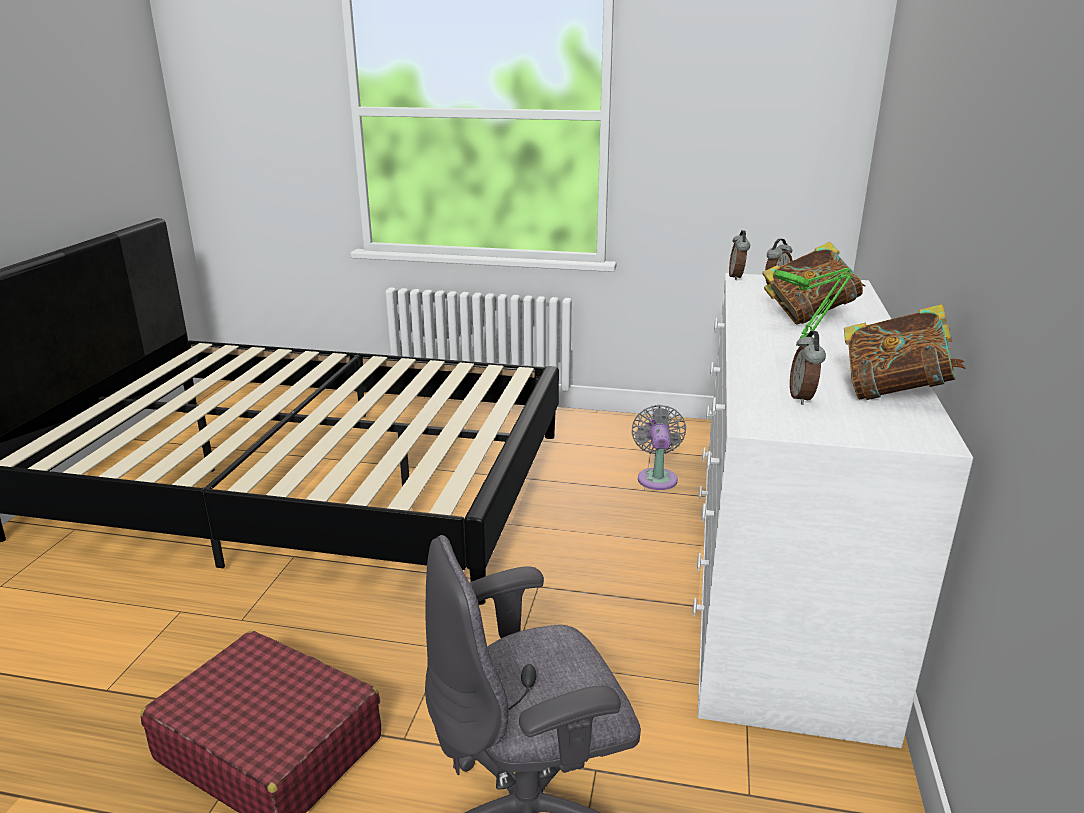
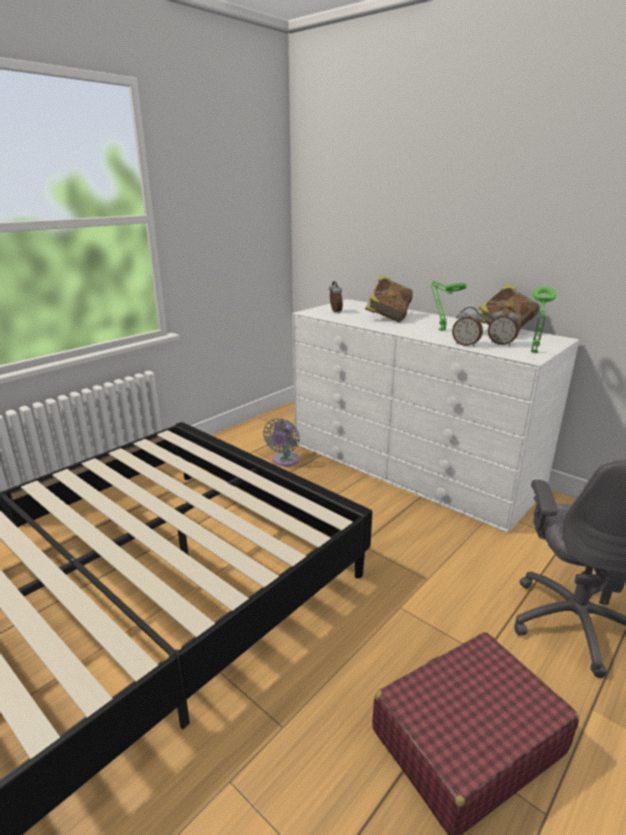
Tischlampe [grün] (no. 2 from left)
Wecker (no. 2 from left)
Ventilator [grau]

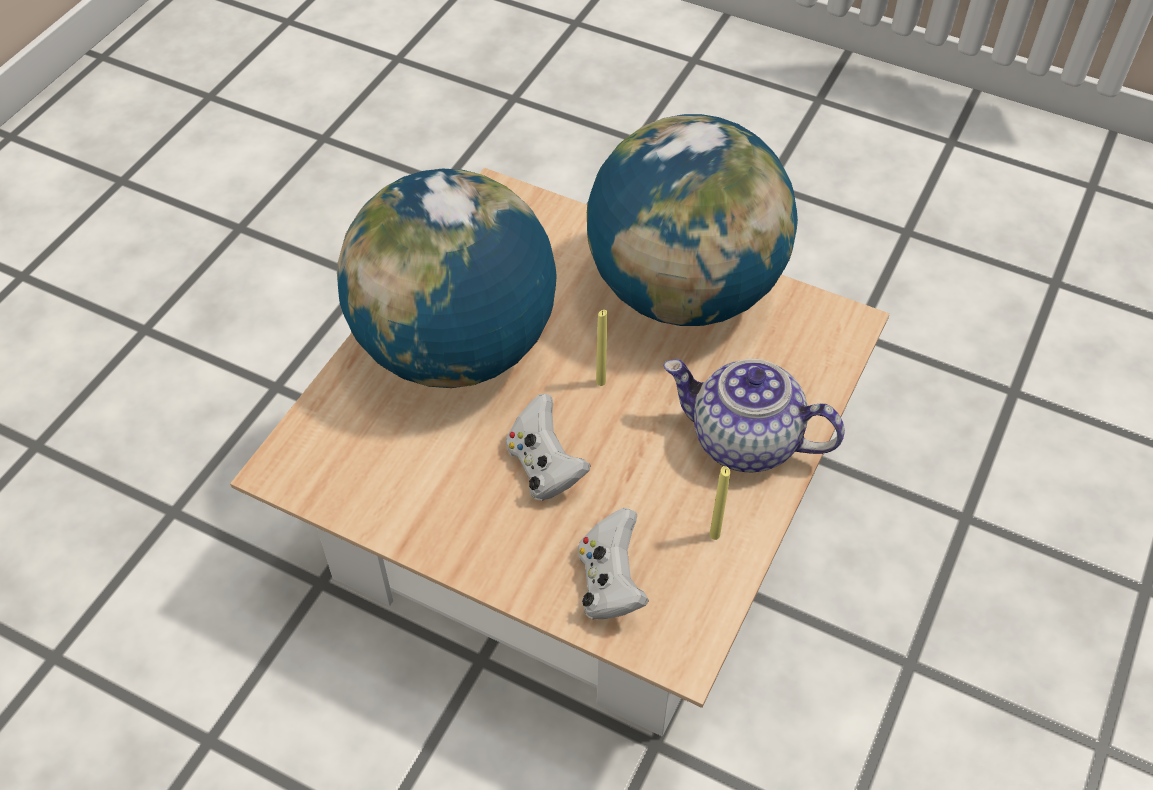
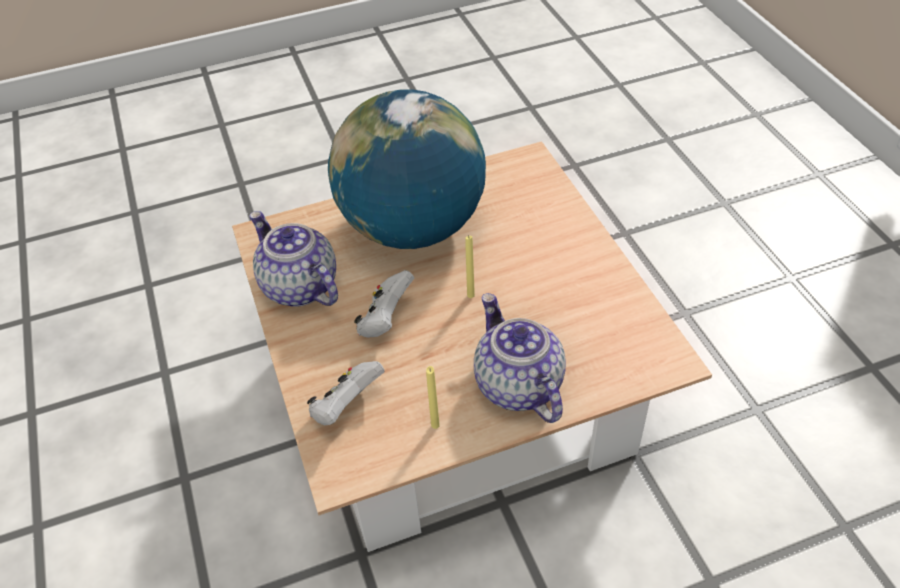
Globus (no. 2 from left in the first image)
Teekanne (no. 1 from left)

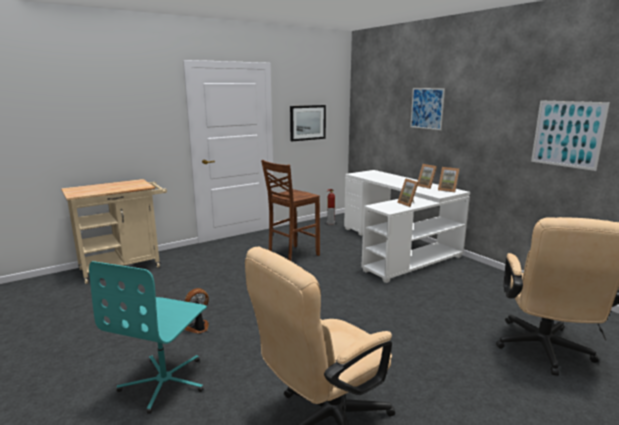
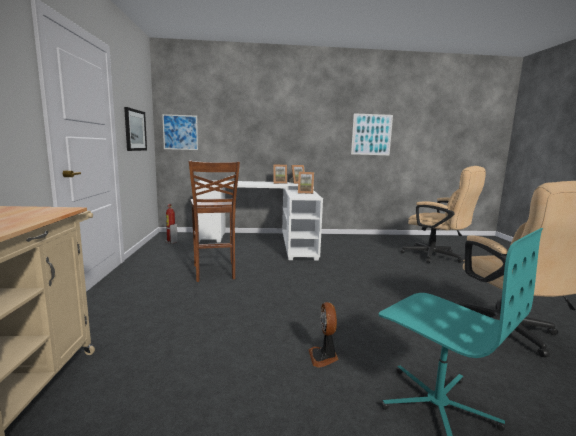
Bild (no. 2 from left)

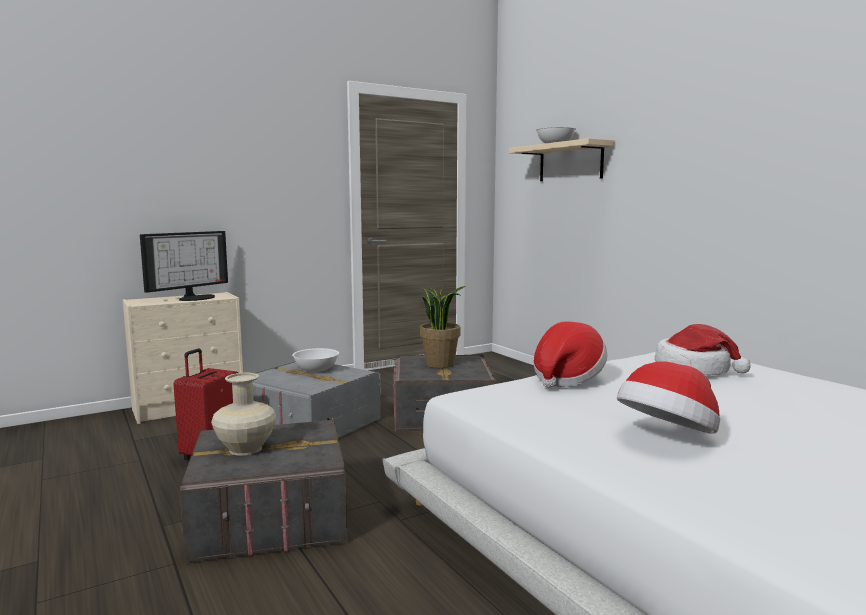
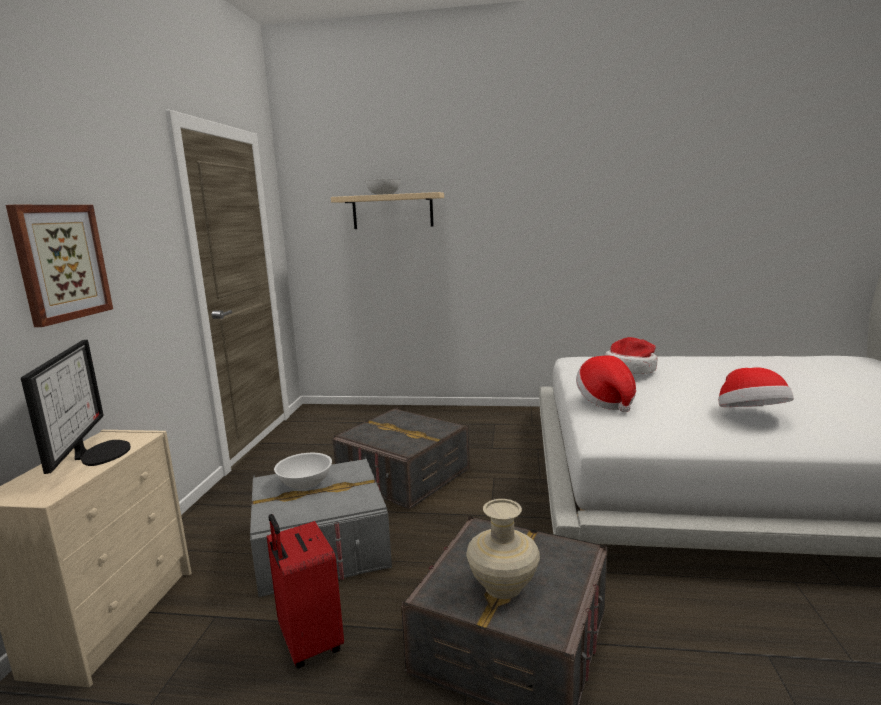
Topfpflanze
Bild

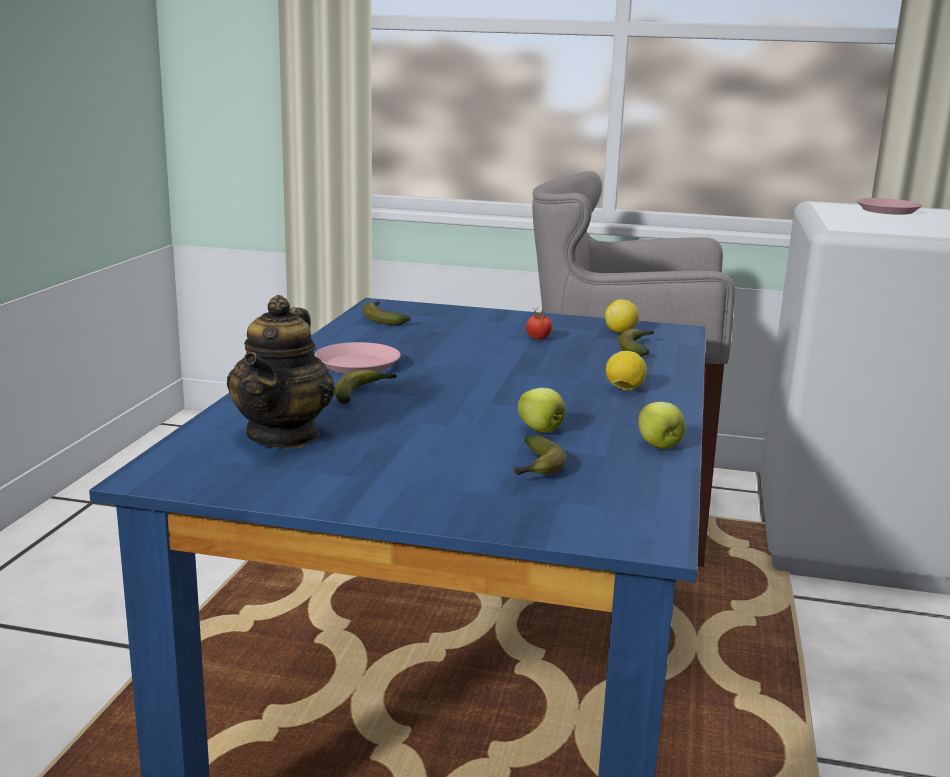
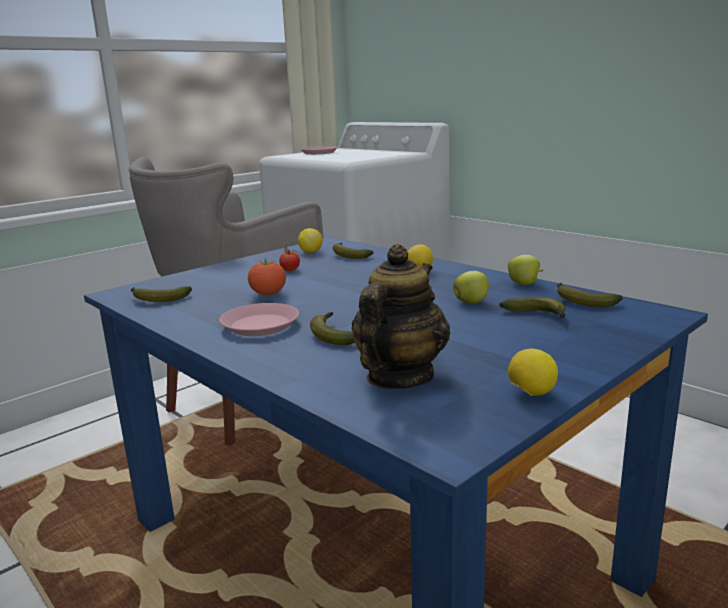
Tomate (no. 1 from left)
Zitrone (no. 3 from left)
Banane (no. 5 from left)
Teekanne

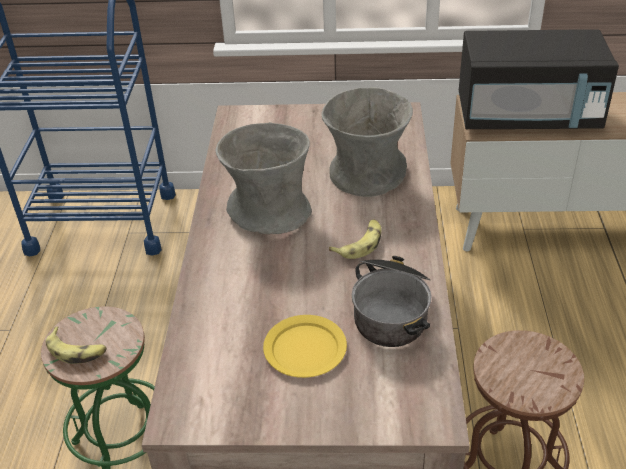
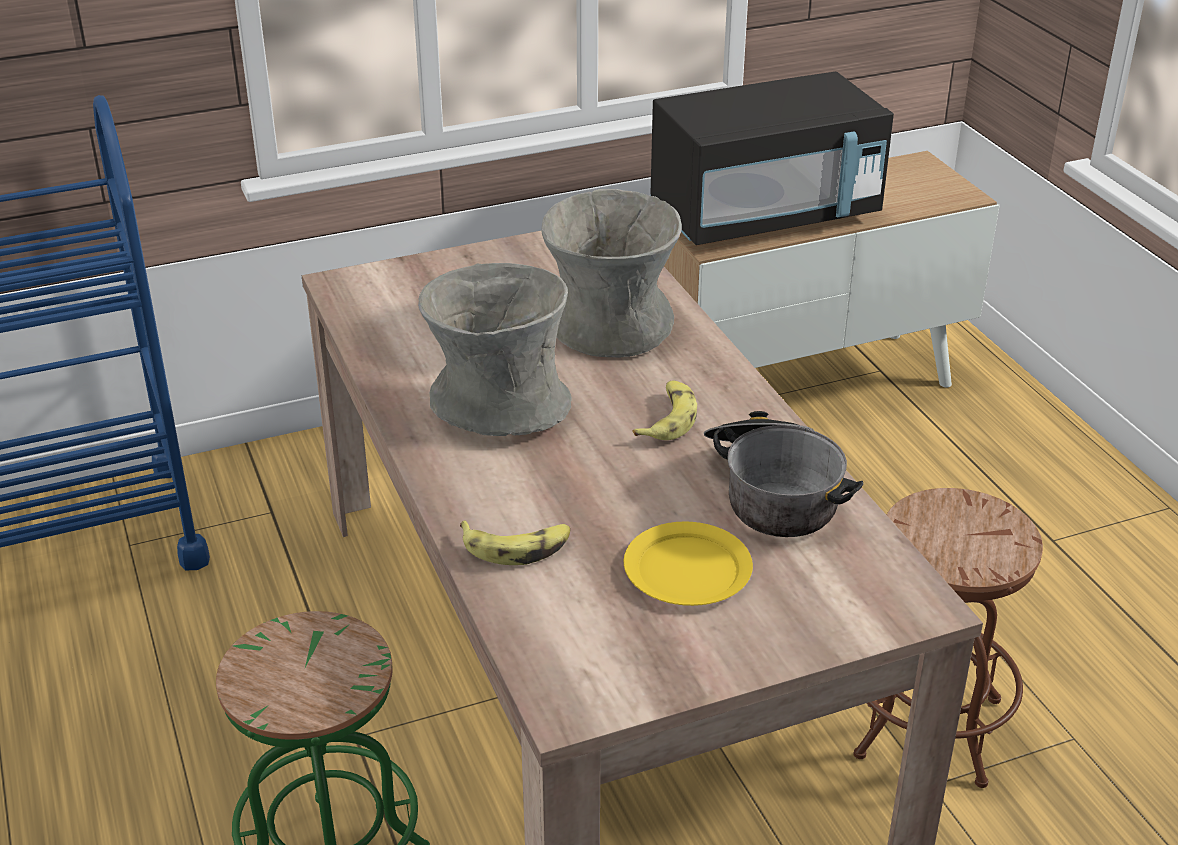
Banane (no. 1 from left)

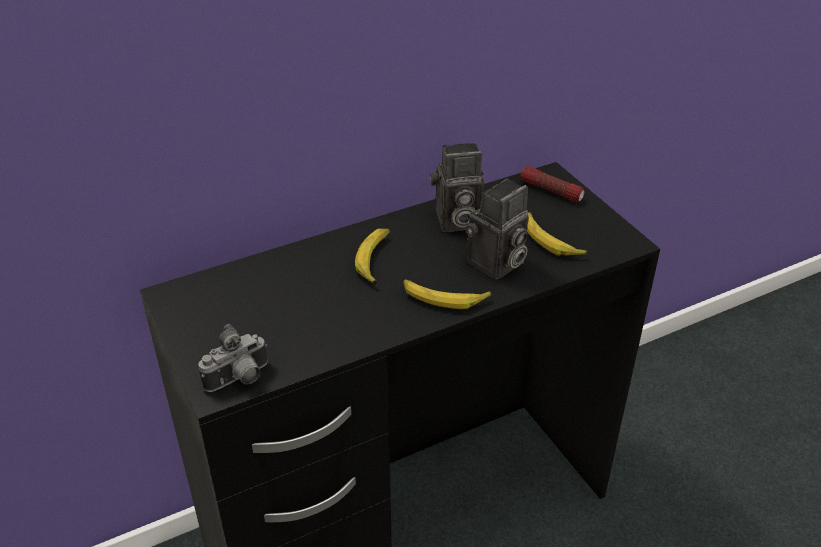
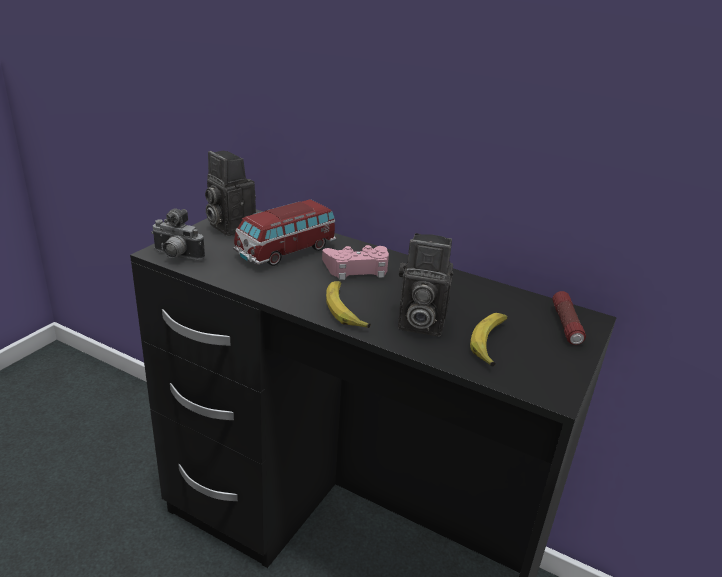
Spielzeugauto
Kamera (no. 2 from left)
Gamepad [rosa]

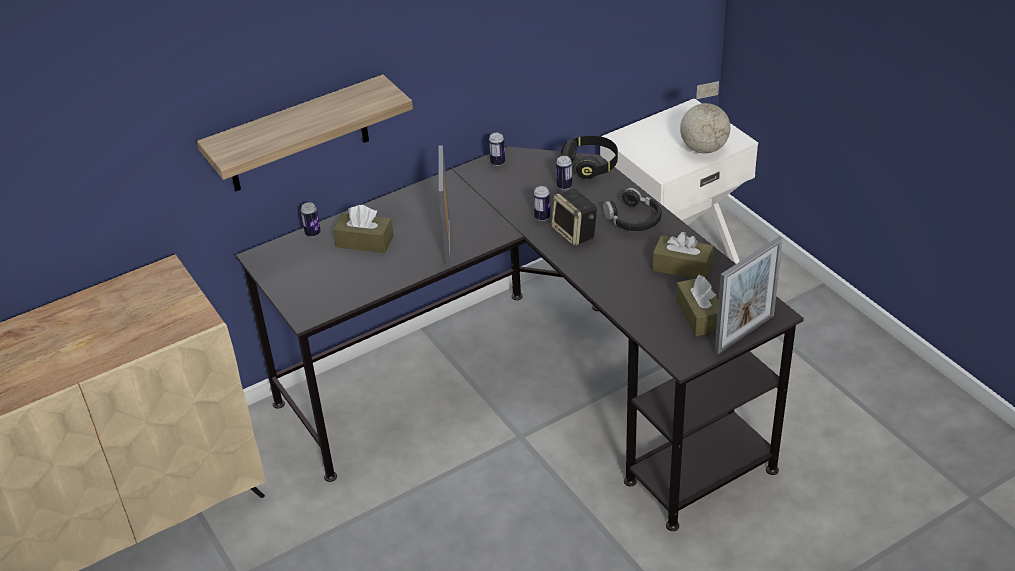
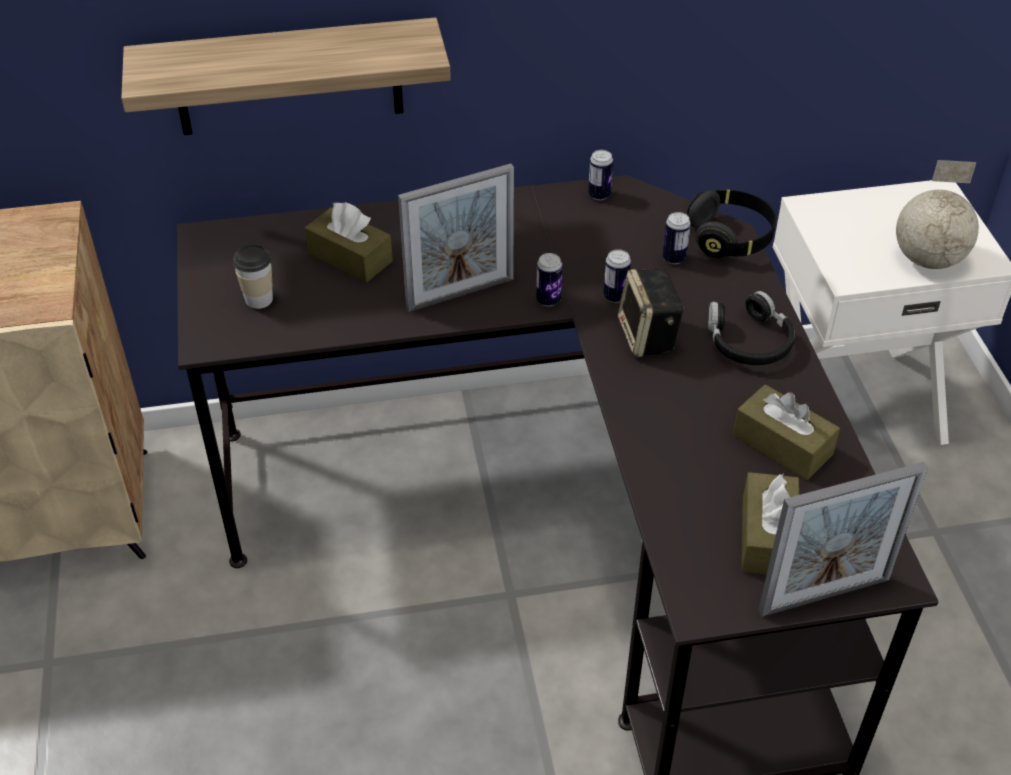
Tasse
Dose (no. 1 from left)
Bilderrahmen (no. 1 from left)

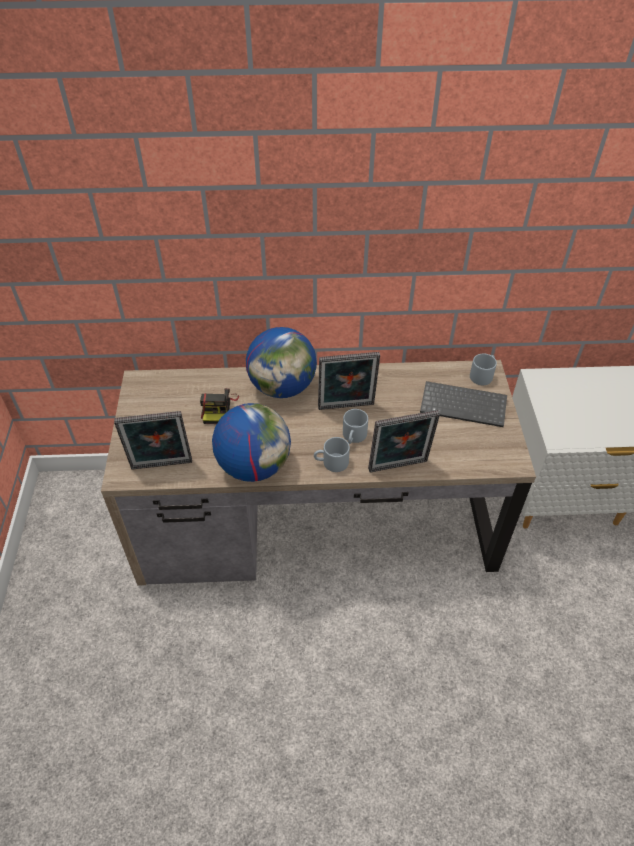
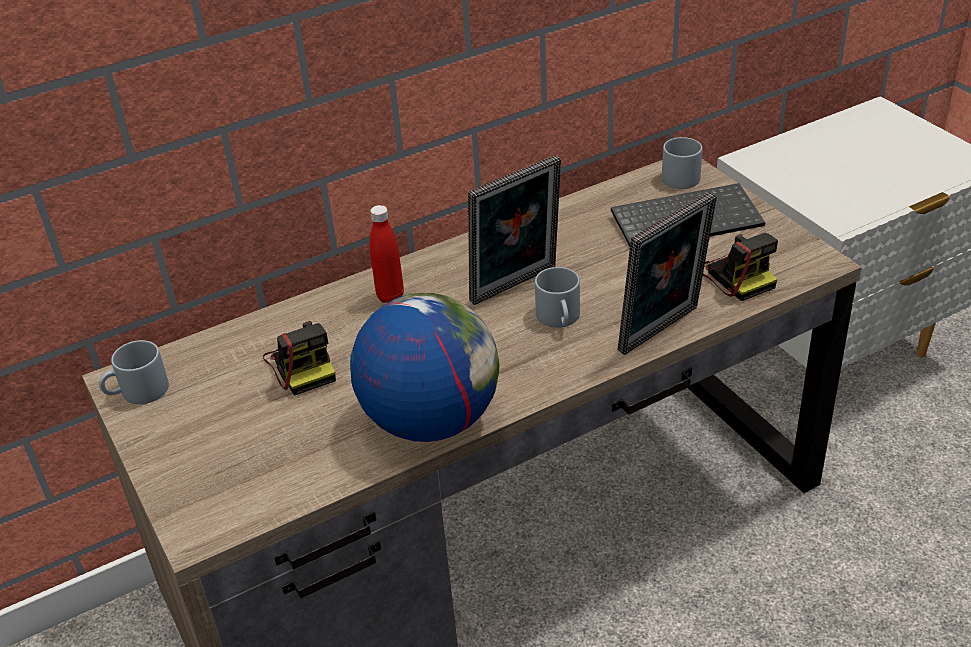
Bilderrahmen (no. 1 from left in the first image)
Kamera (no. 2 from left)
Henkelbecher [grau] (no. 1 from left)
Flasche [rot]

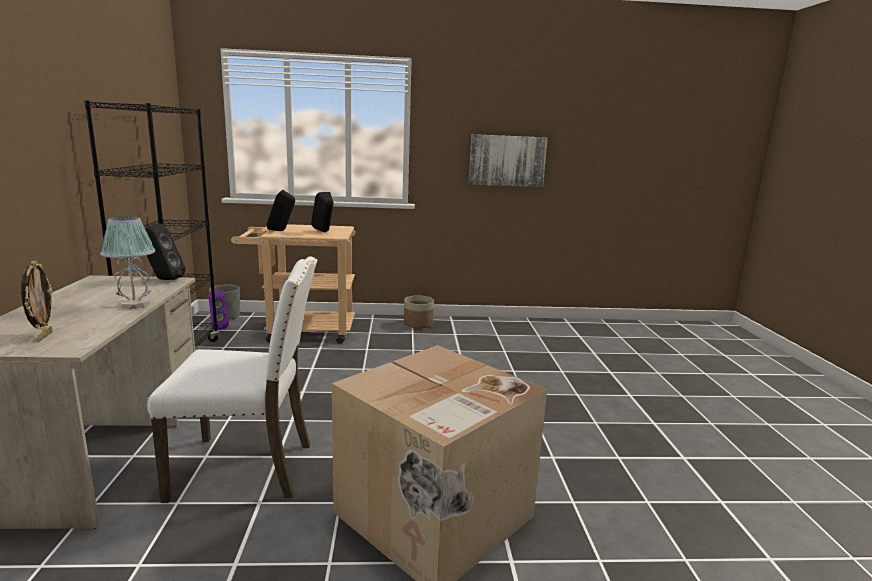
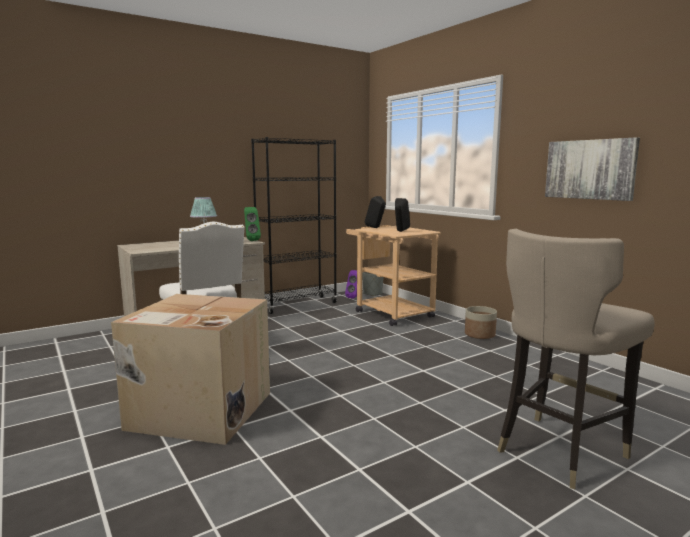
Bilderrahmen
Hocker [beige]
Lautsprecher [grün]

